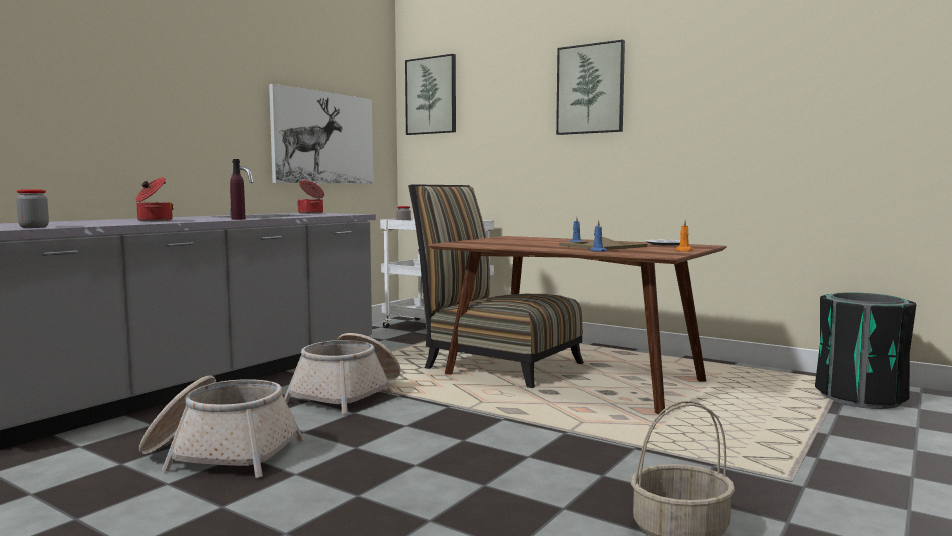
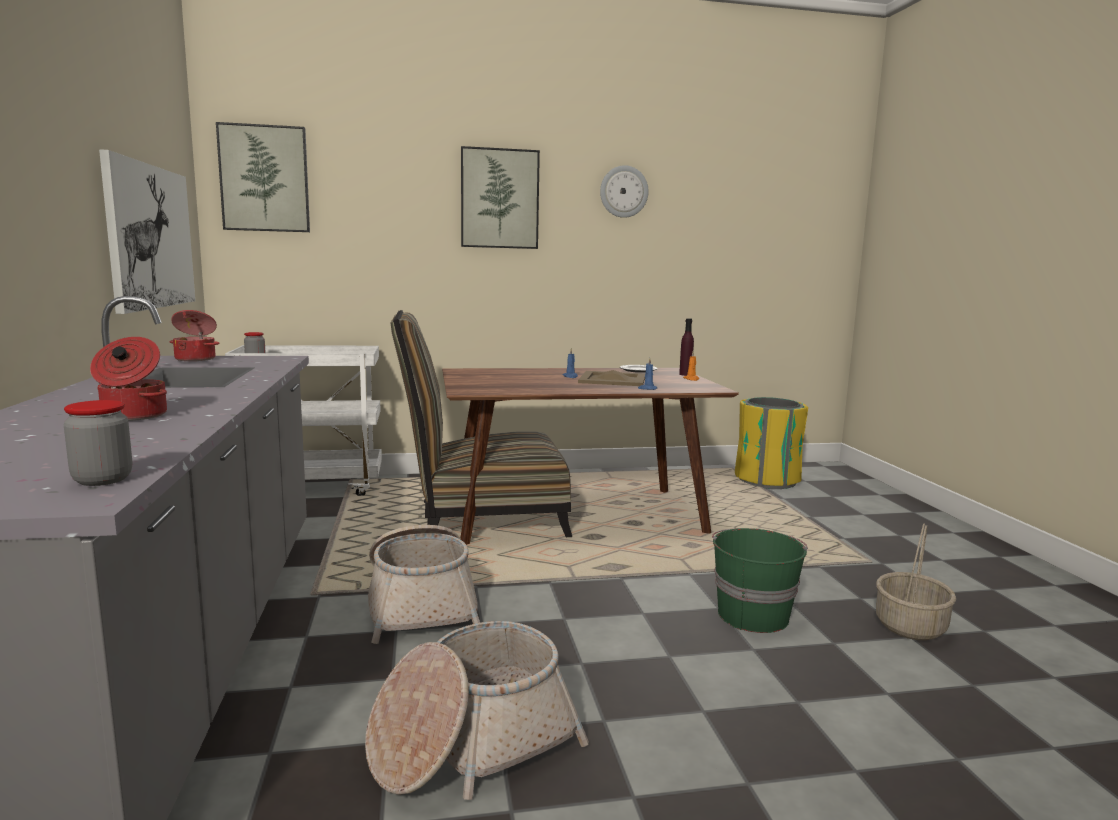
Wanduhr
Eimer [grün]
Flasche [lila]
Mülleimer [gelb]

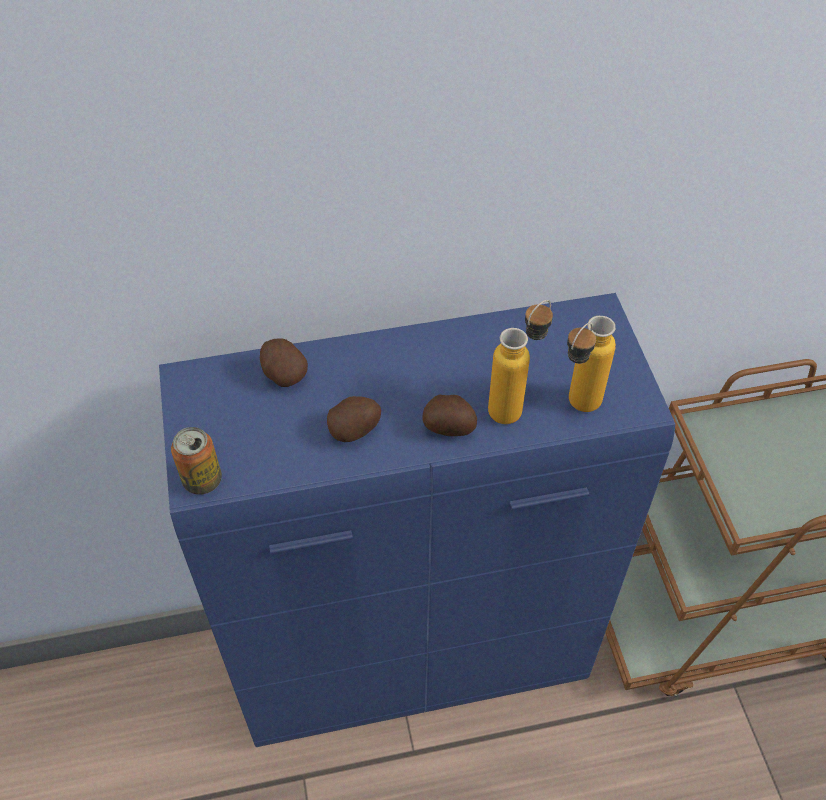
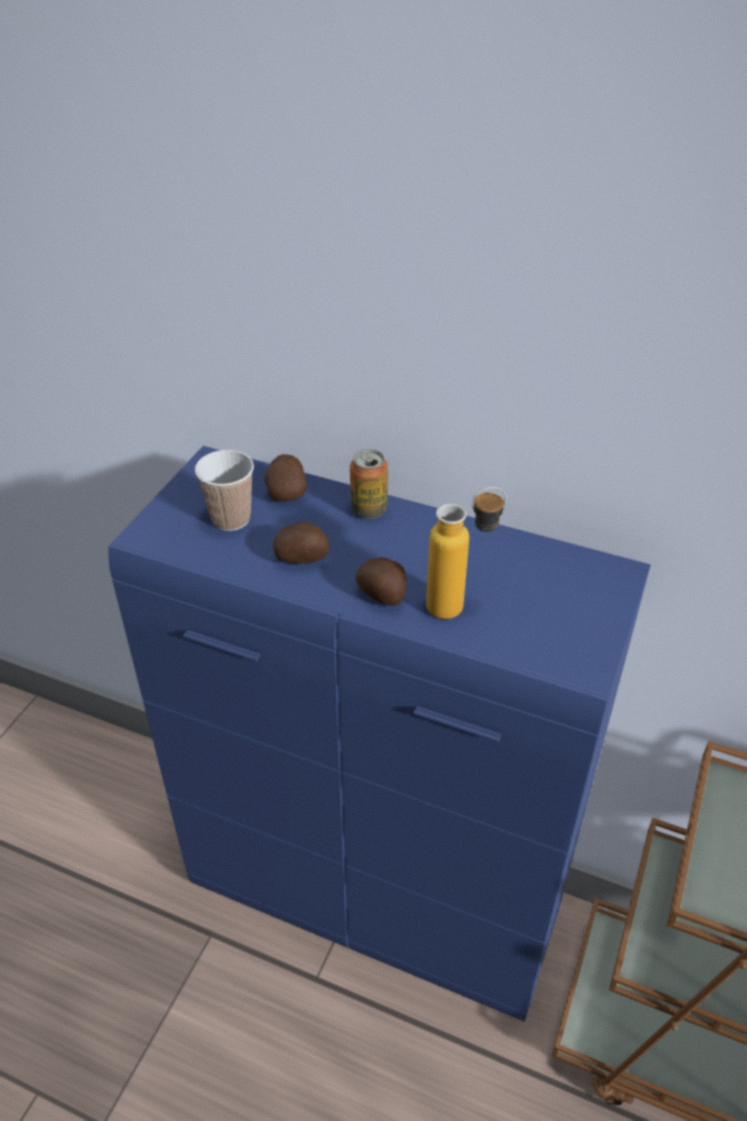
Flasche (no. 2 from left in the first image)
Tasse
Dose

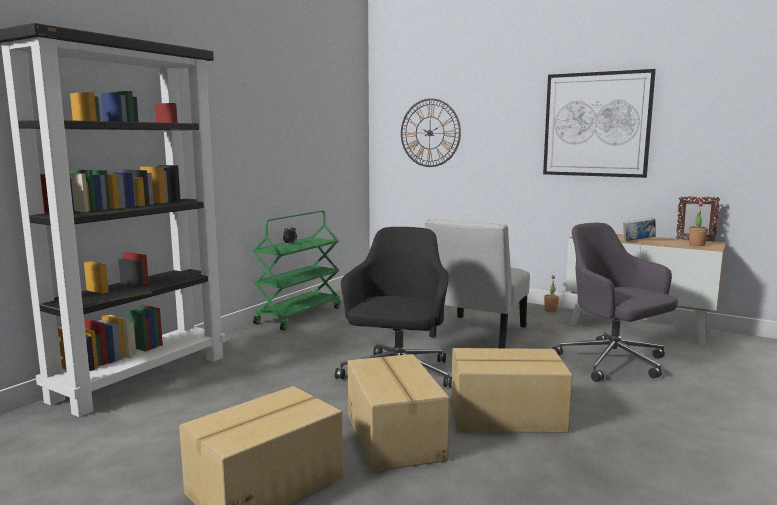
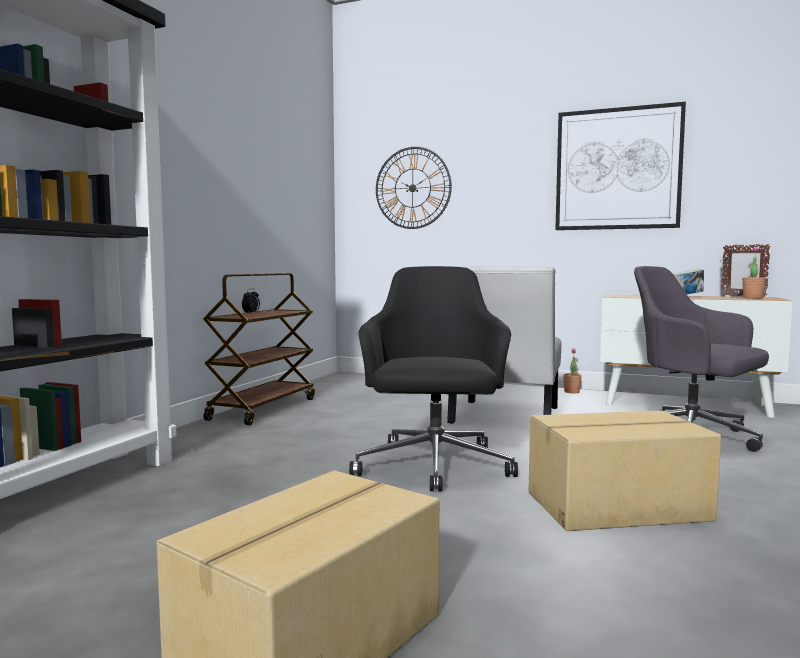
Karton (no. 2 from left in the first image)
Rollwagen [braun]

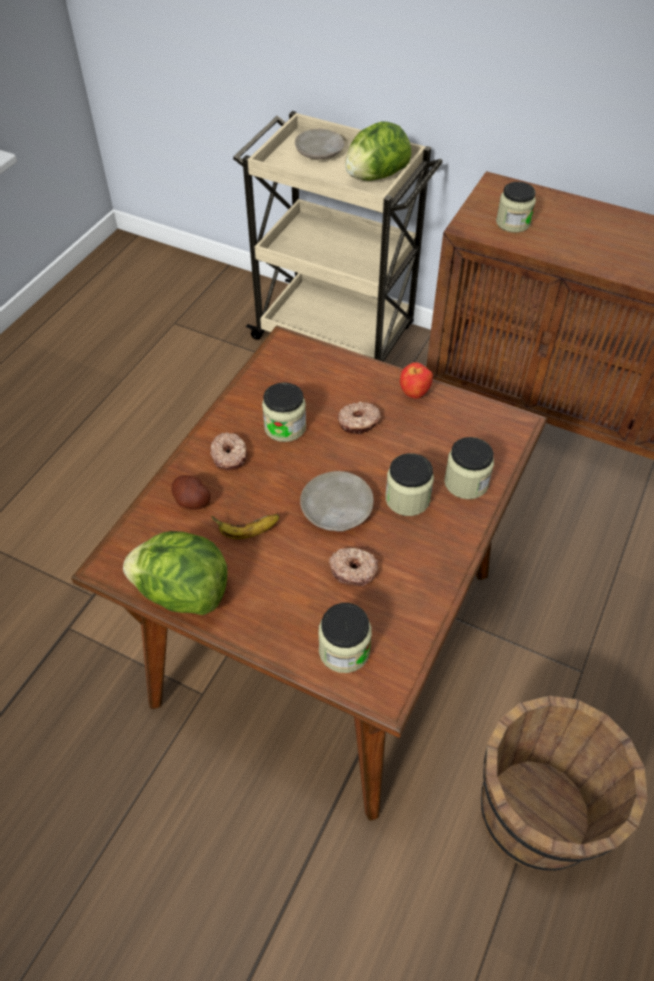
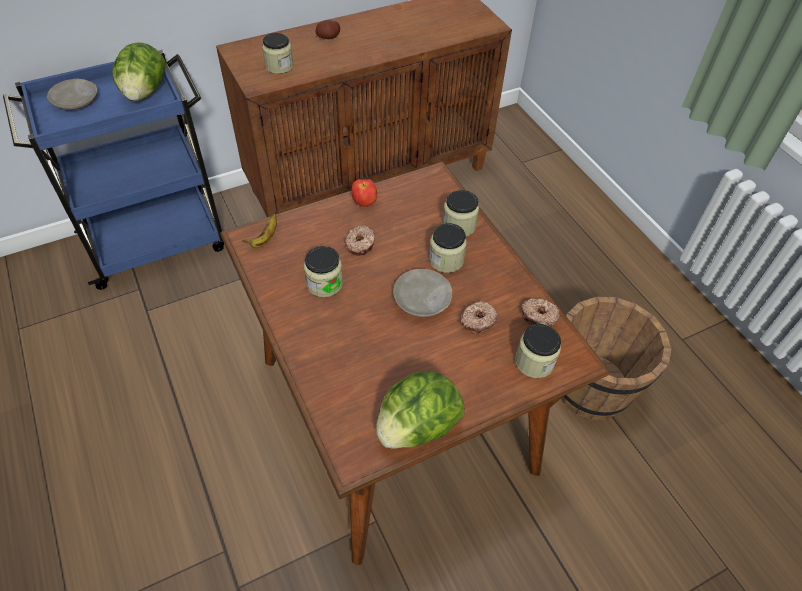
Kartoffel
Donut (no. 3 from left)
Banane
Rollwagen [blau]

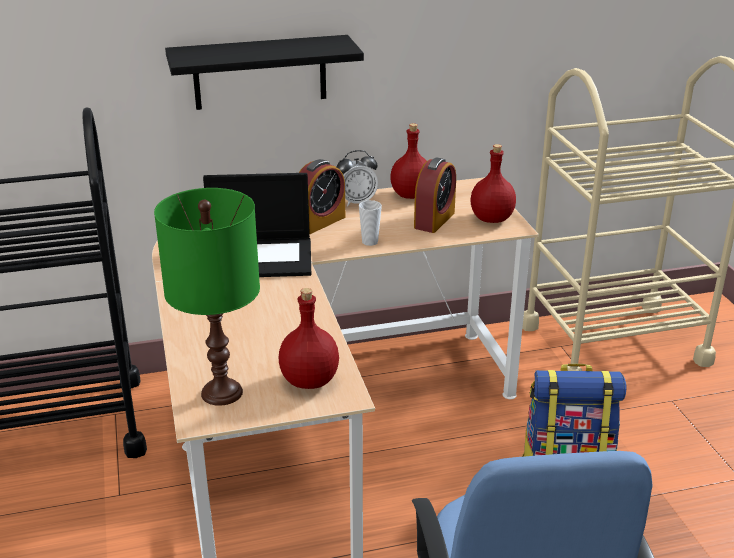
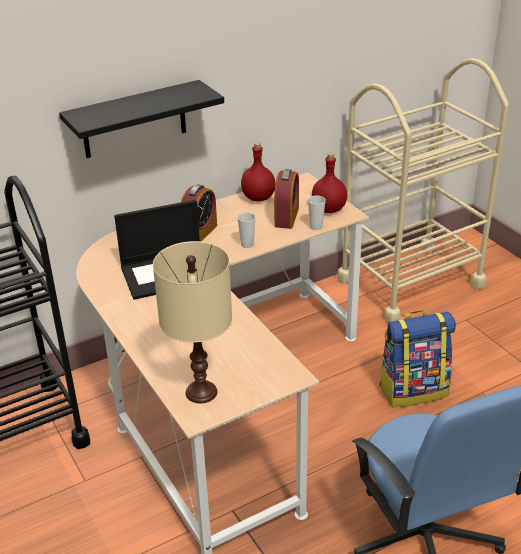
Flasche [rot] (no. 1 from left in the first image)
Wecker (no. 2 from left in the first image)
Tasse (no. 2 from left)
Tischlampe [beige]

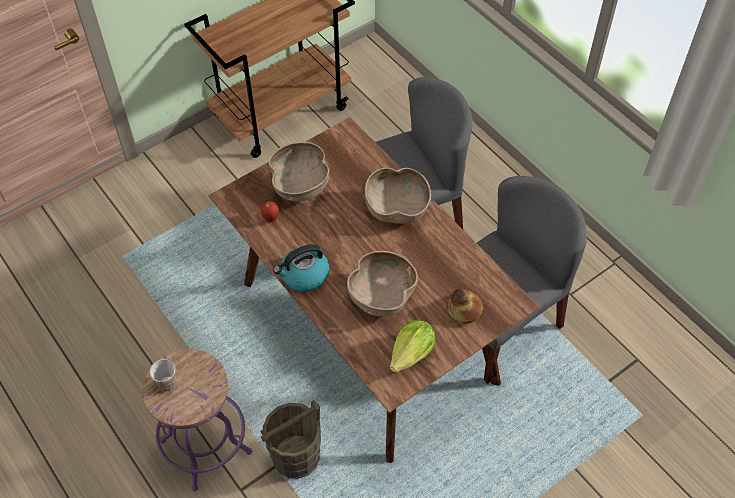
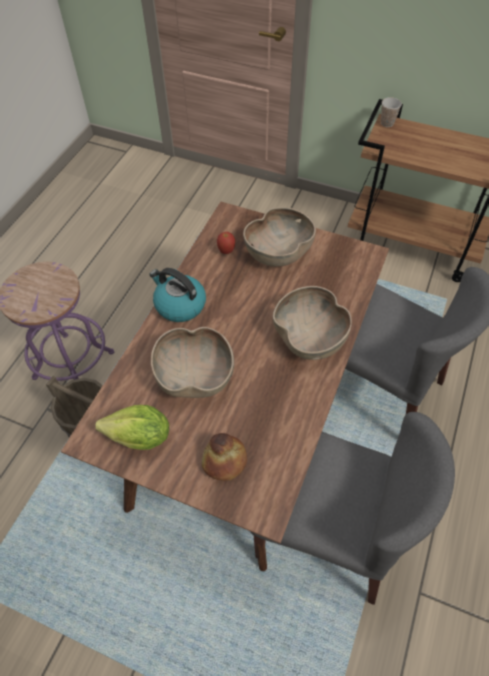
Tasse

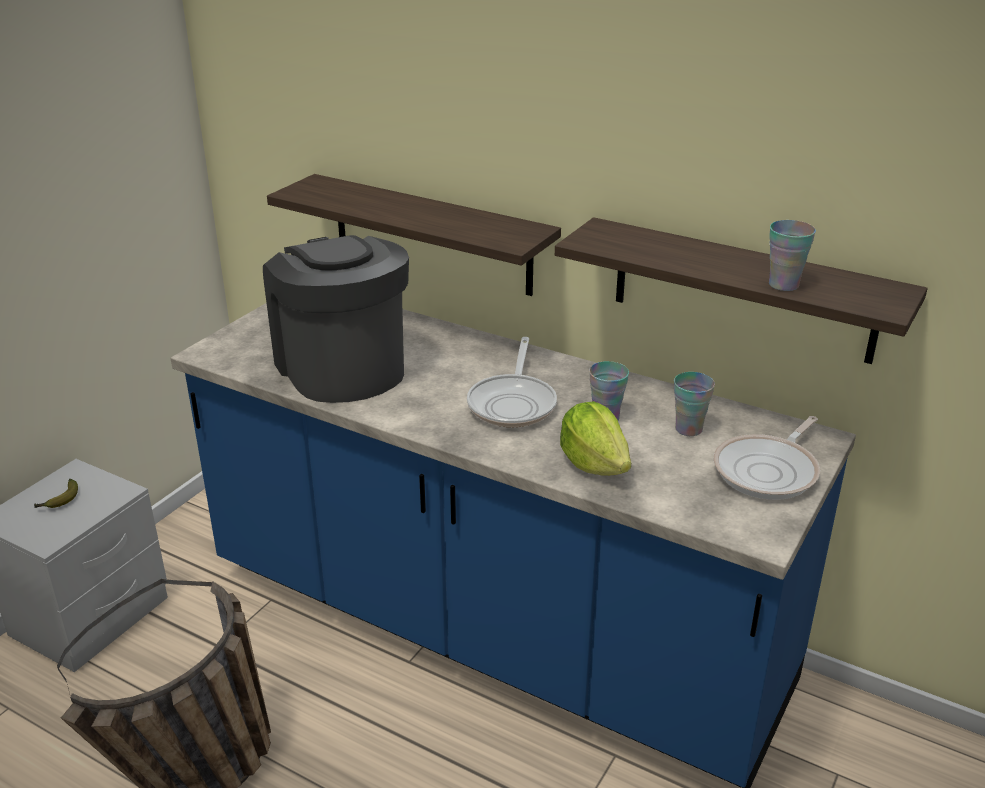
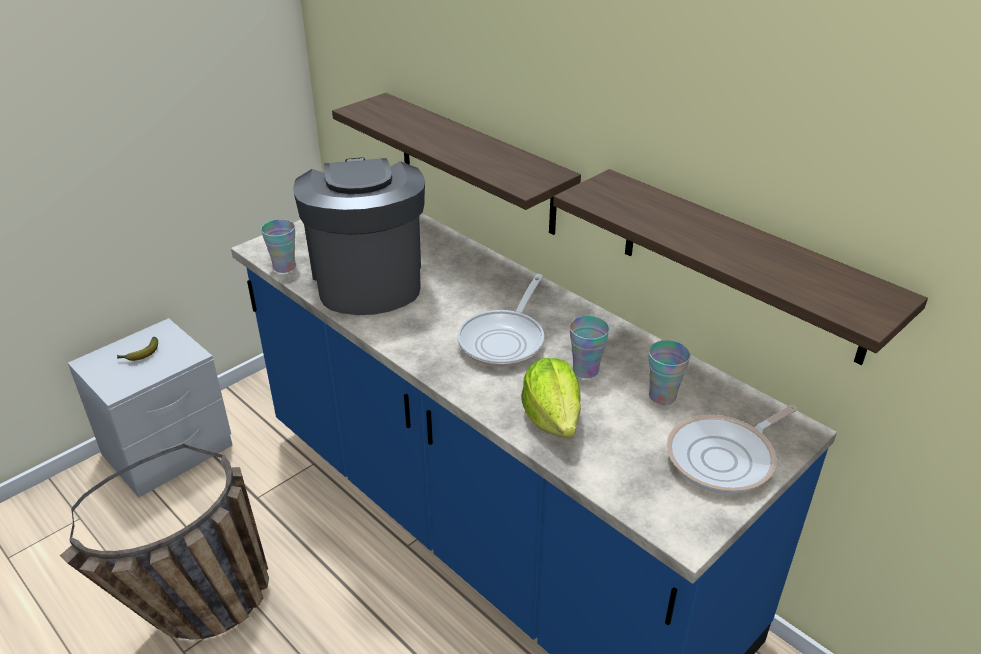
Tasse (no. 1 from left)

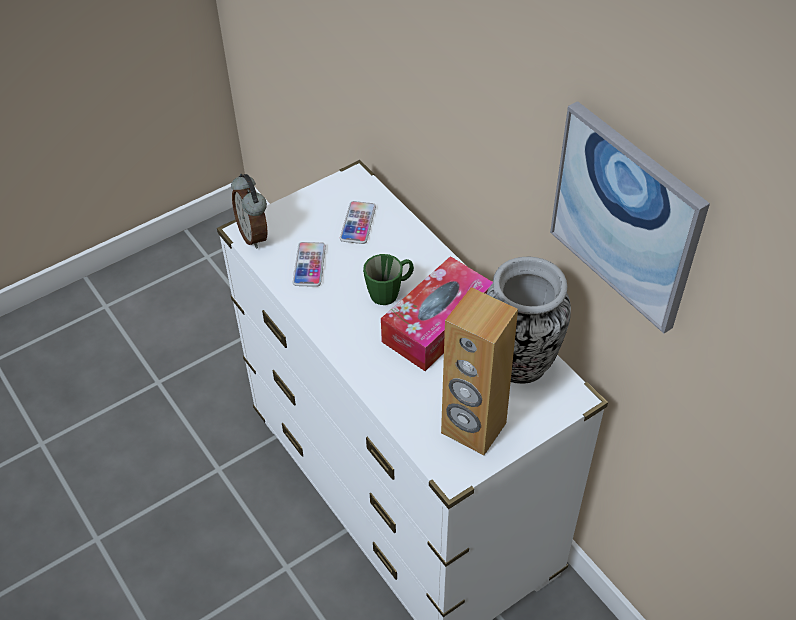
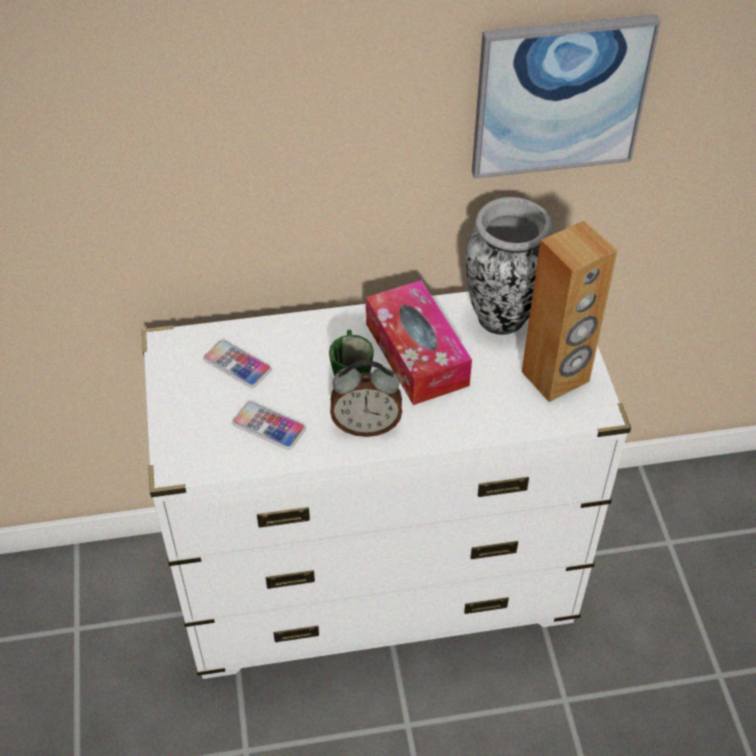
Wecker

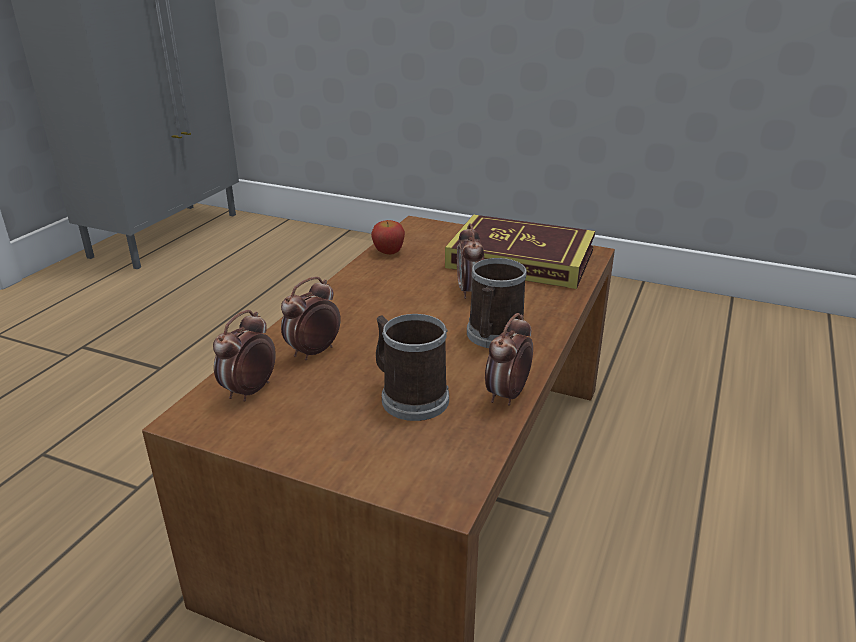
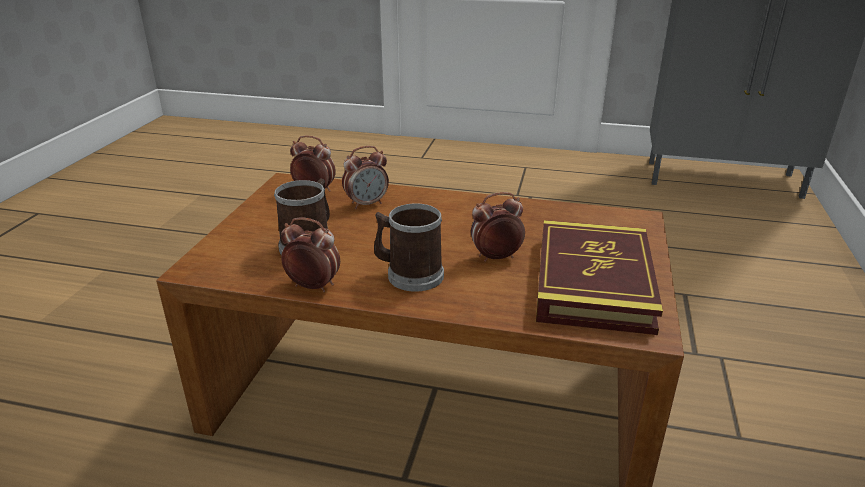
Apfel
Wecker (no. 3 from left)

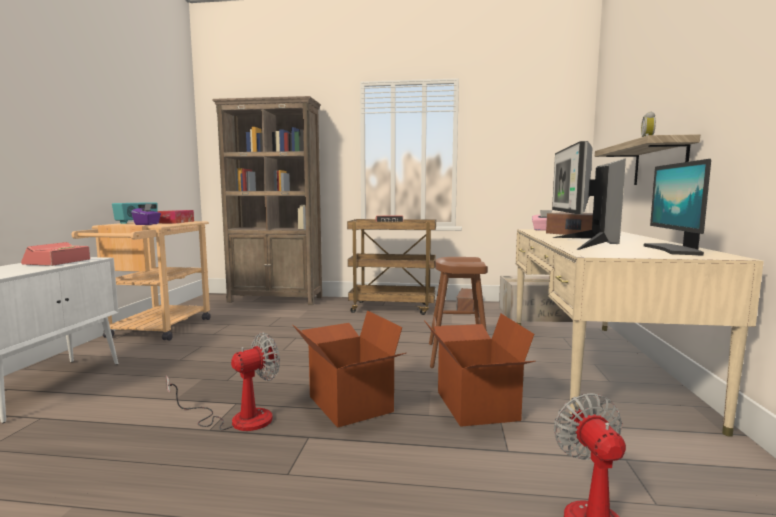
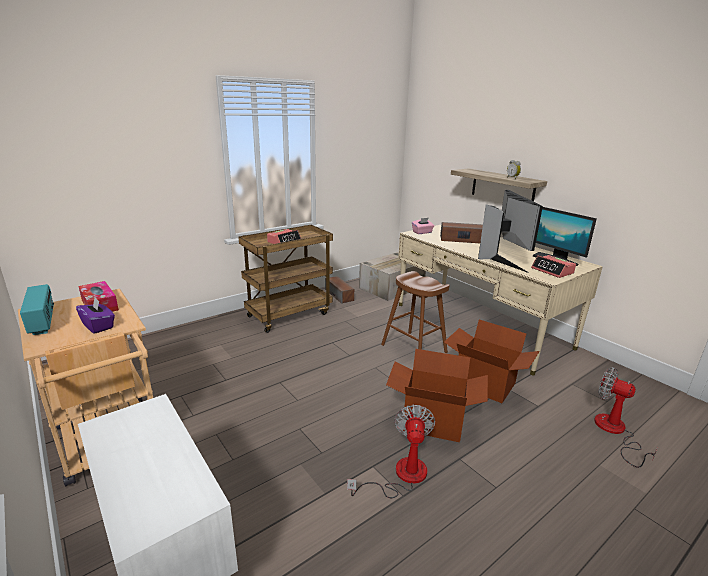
Bücherregal [braun]
Wecker (no. 3 from left)
Monitor (no. 1 from left)

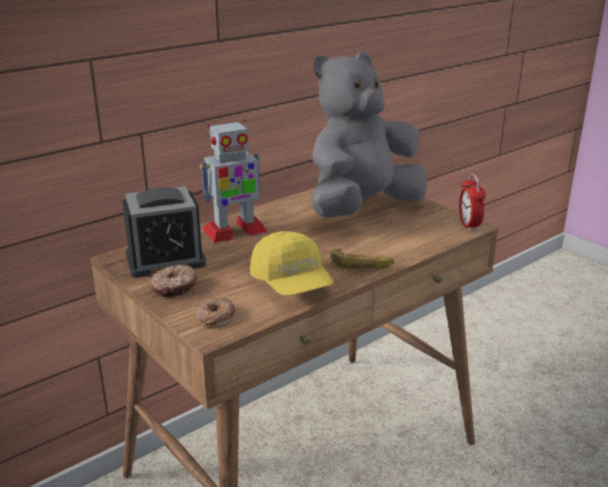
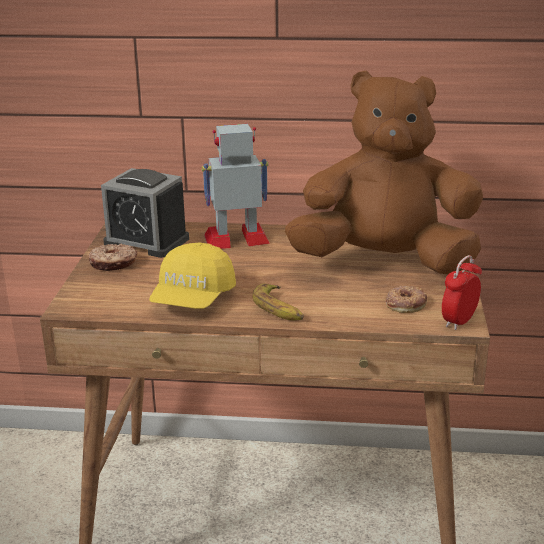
Donut (no. 2 from left)
Plüschtier [braun]
Spielzeugroboter

